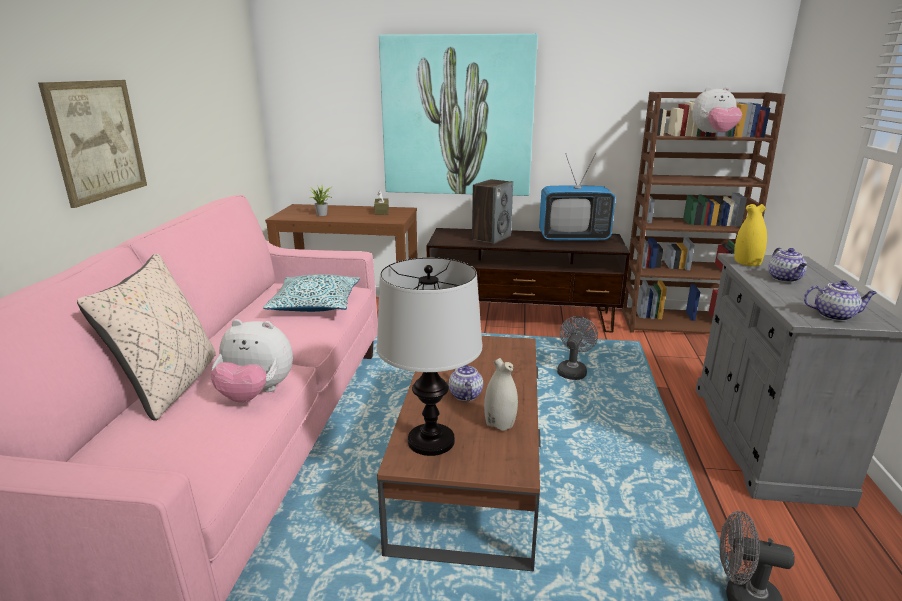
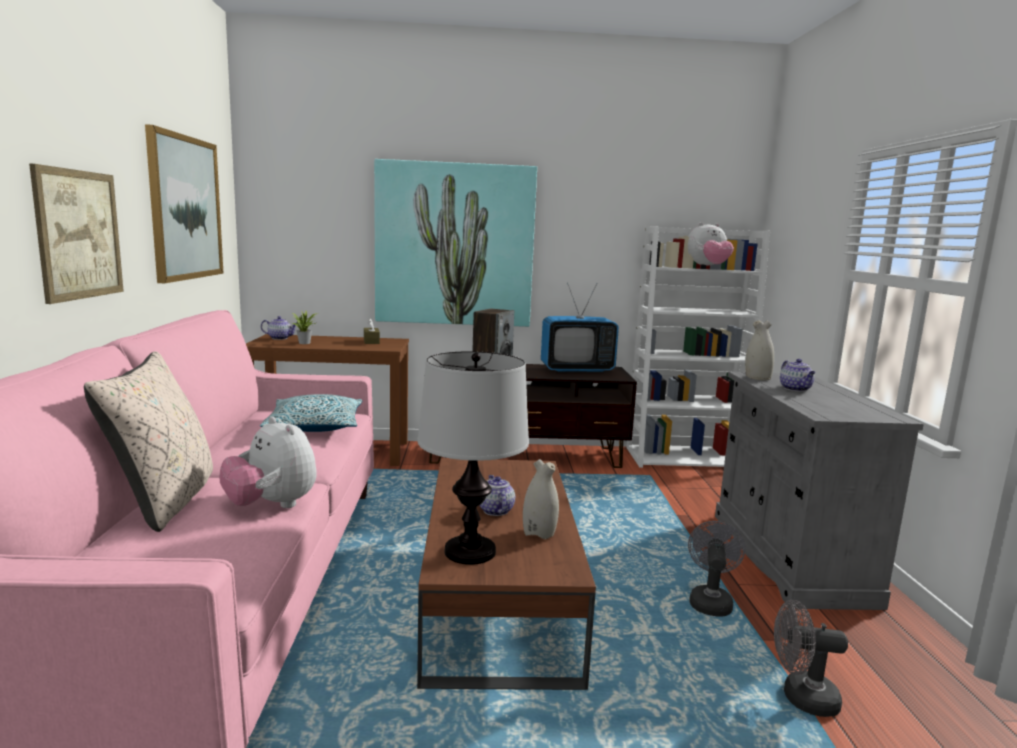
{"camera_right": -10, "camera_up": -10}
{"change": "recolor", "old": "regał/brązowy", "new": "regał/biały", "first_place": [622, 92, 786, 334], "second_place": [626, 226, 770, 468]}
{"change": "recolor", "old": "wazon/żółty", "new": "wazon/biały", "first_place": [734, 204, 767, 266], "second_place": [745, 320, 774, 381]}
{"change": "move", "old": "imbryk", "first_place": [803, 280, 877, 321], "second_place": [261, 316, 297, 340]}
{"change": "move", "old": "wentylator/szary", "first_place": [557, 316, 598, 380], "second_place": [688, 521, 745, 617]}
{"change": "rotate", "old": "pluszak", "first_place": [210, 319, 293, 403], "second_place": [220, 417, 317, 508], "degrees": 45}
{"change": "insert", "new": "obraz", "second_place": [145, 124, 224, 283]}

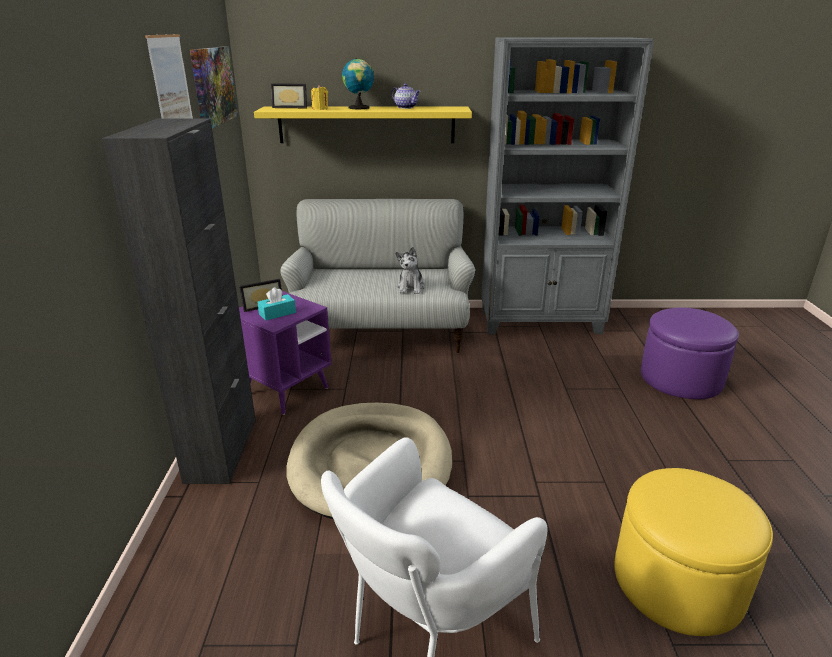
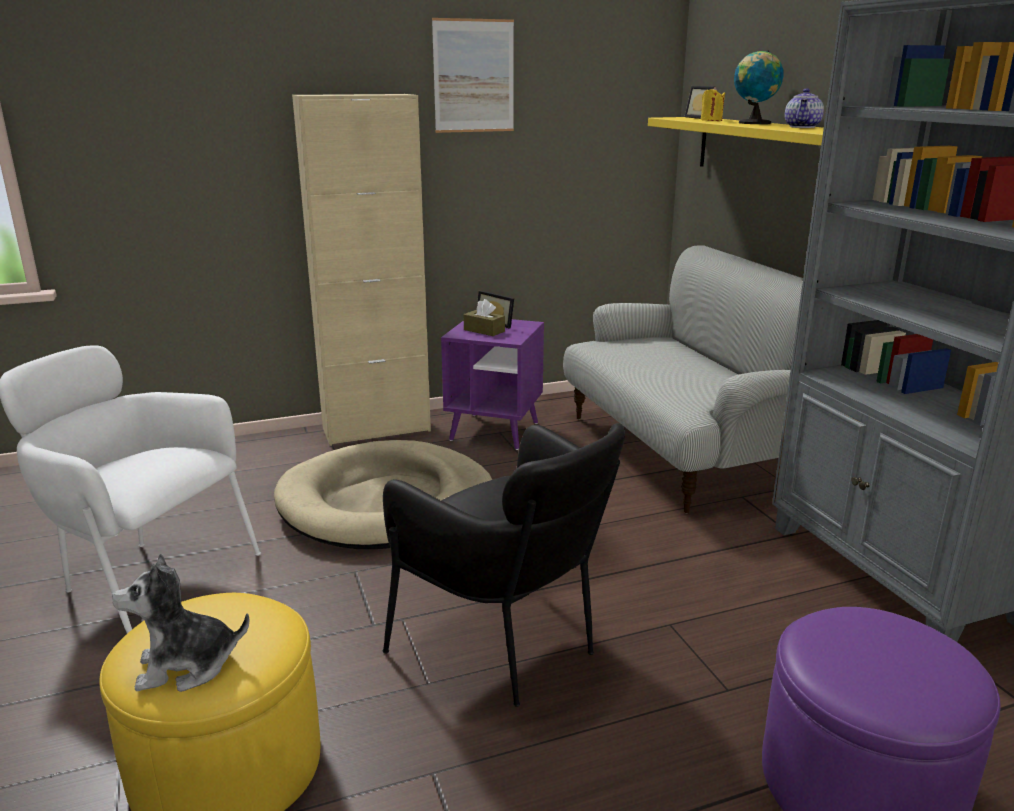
{"camera_right": 70, "camera_up": -5}
{"change": "delete", "old": "obraz", "first_place": [190, 46, 238, 128]}
{"change": "recolor", "old": "szafka/czarny", "new": "szafka/beżowy", "first_place": [102, 119, 256, 484], "second_place": [292, 94, 431, 446]}
{"change": "move", "old": "pluszak", "first_place": [395, 247, 425, 294], "second_place": [112, 554, 249, 692]}
{"change": "recolor", "old": "pudełko chusteczek/turkusowy", "new": "pudełko chusteczek/brązowy", "first_place": [257, 287, 296, 321], "second_place": [463, 299, 505, 336]}
{"change": "insert", "new": "fotel/czarny", "second_place": [383, 423, 625, 707]}

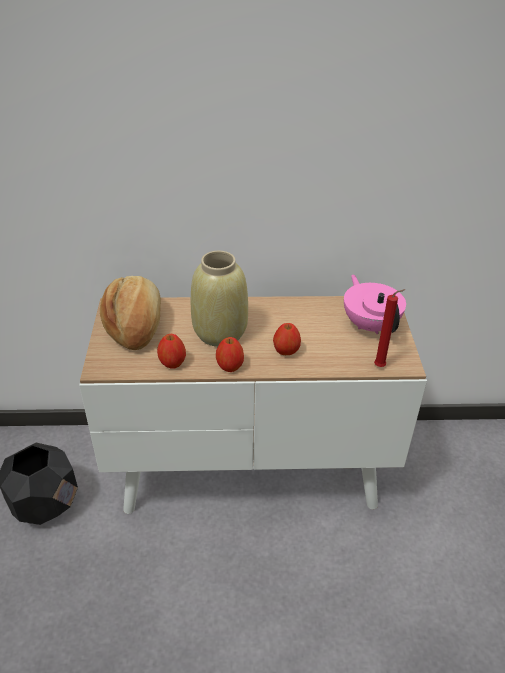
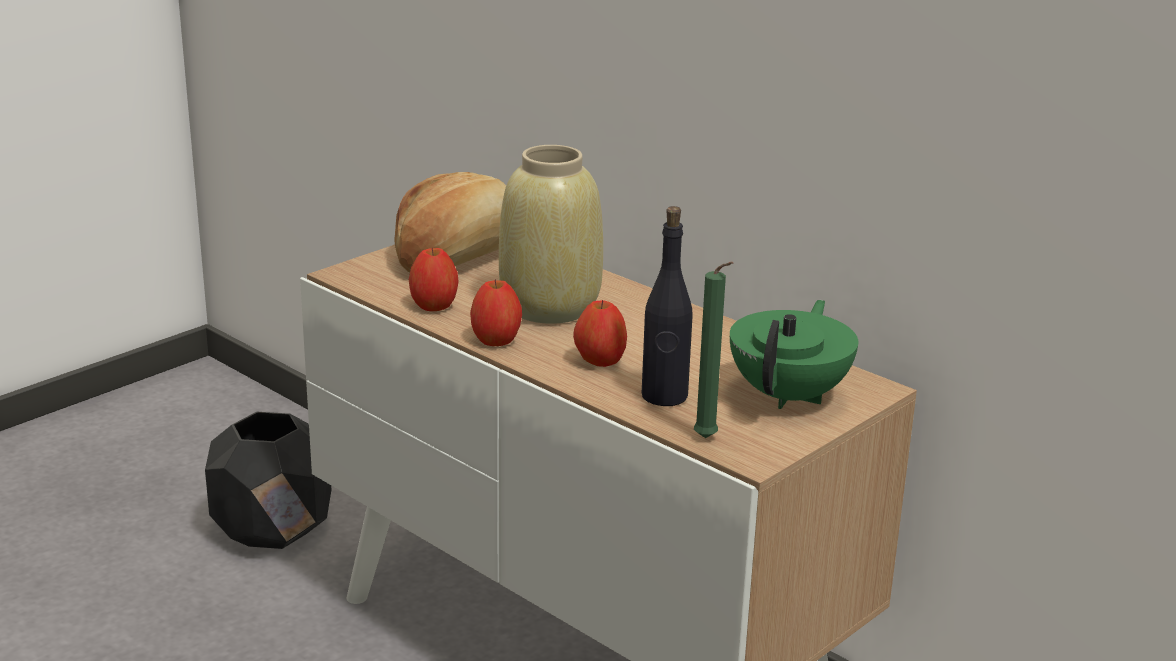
{"camera_right": 45, "camera_up": -15}
{"change": "recolor", "old": "imbryk/różowy", "new": "imbryk/zielony", "first_place": [344, 274, 406, 334], "second_place": [730, 300, 858, 409]}
{"change": "recolor", "old": "świeca/czerwony", "new": "świeca/zielony", "first_place": [374, 289, 406, 367], "second_place": [694, 262, 733, 438]}
{"change": "insert", "new": "butelka/czarny", "second_place": [642, 206, 693, 406]}

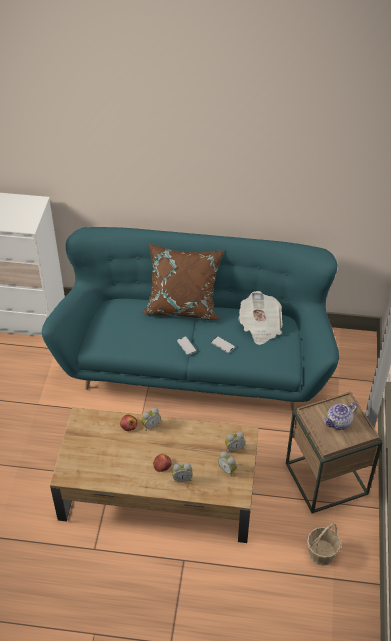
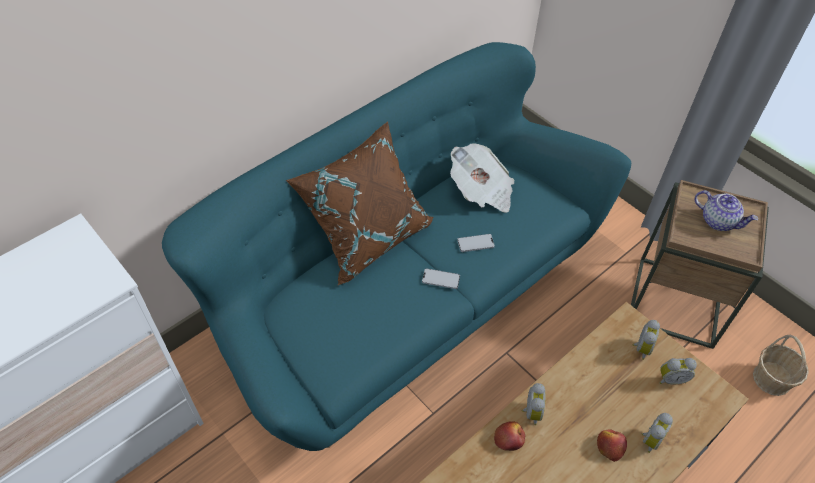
{"camera_right": -50, "camera_up": 5}
{"change": "rotate", "old": "imbryk", "first_place": [324, 402, 358, 430], "second_place": [695, 190, 758, 231], "degrees": -60}

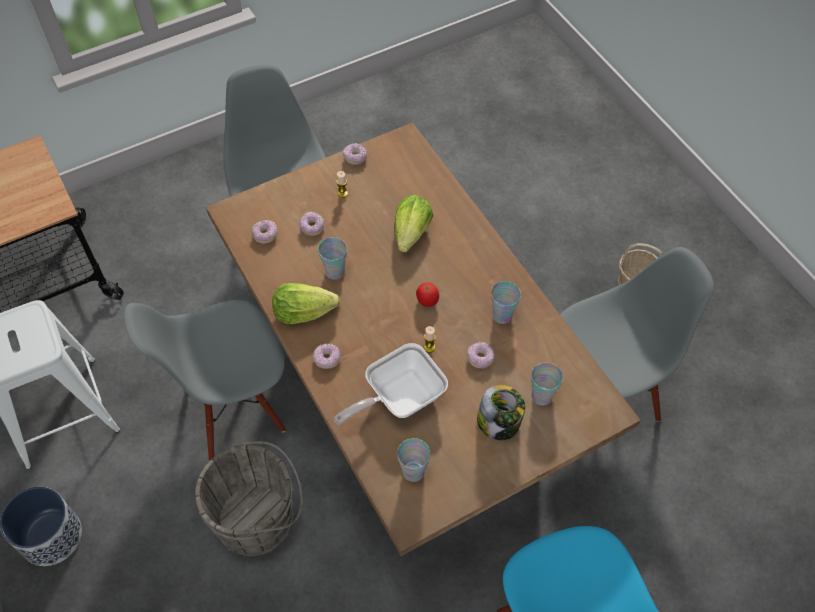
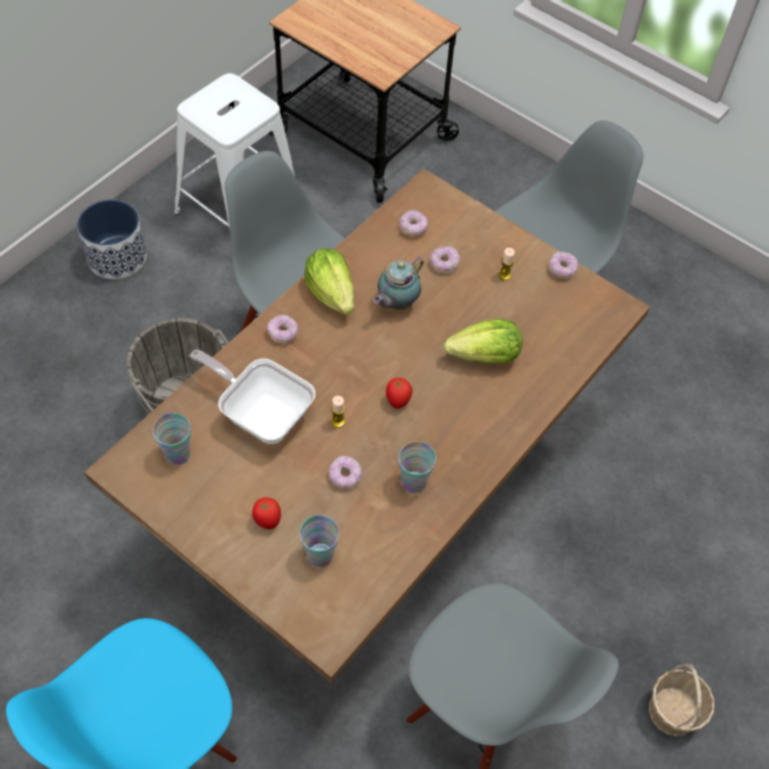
{"camera_right": 65, "camera_up": 0}
{"change": "replace", "old": "filiżanka", "new": "imbryk", "first_place": [318, 237, 347, 280], "second_place": [373, 256, 423, 310]}
{"change": "replace", "old": "słoik", "new": "pomidor", "first_place": [477, 385, 525, 440], "second_place": [252, 497, 281, 529]}

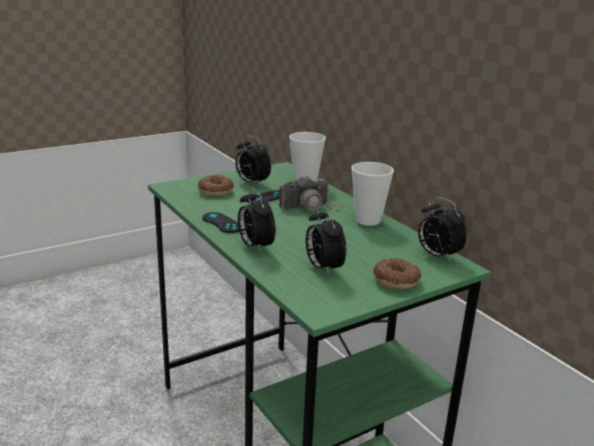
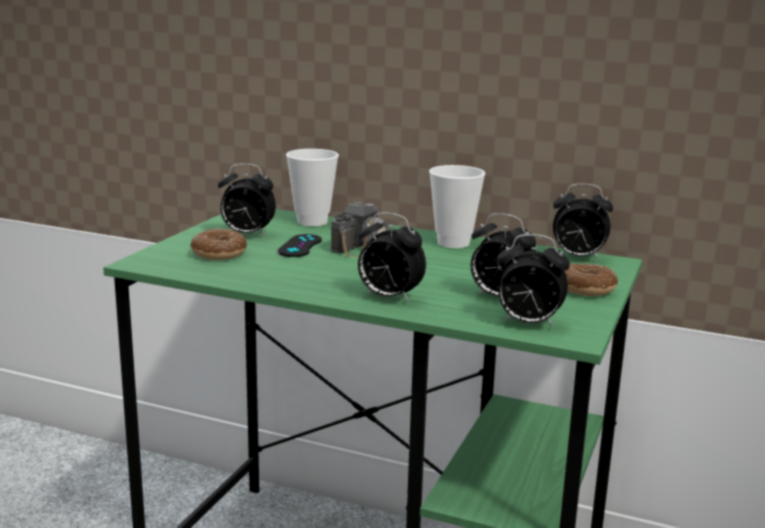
{"camera_right": -35, "camera_up": -5}
{"change": "delete", "old": "pad do gier/czarny", "first_place": [202, 212, 239, 233]}
{"change": "insert", "new": "budzik", "second_place": [497, 234, 570, 328]}

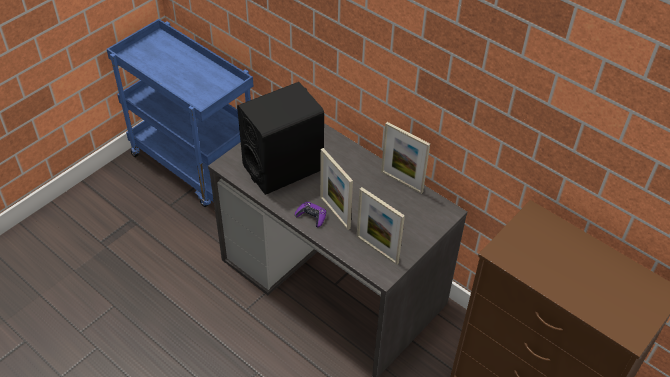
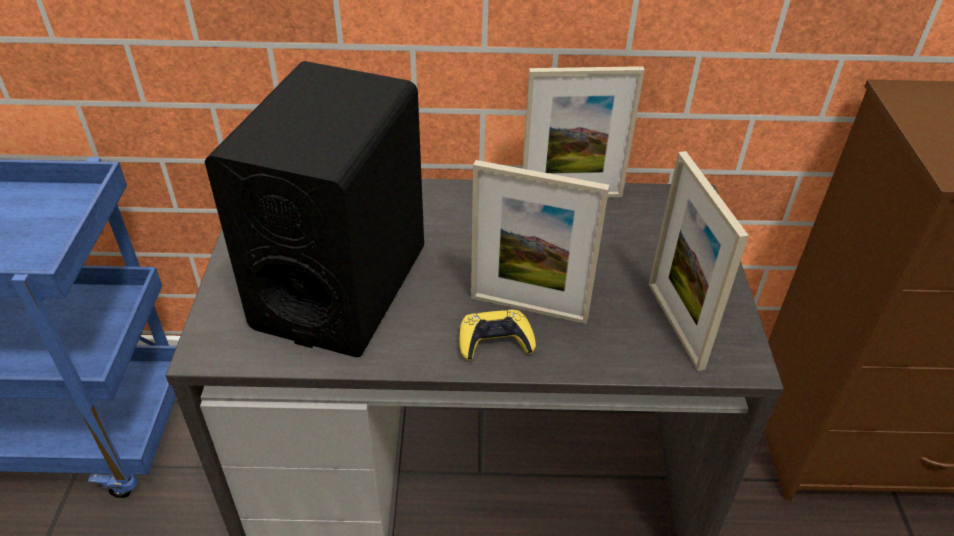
{"camera_right": -40, "camera_up": -5}
{"change": "rotate", "old": "ramka na zdjęcie", "first_place": [357, 187, 405, 265], "second_place": [649, 151, 749, 371], "degrees": 75}
{"change": "recolor", "old": "pad do gier/fioletowy", "new": "pad do gier/żółty", "first_place": [295, 202, 326, 227], "second_place": [459, 310, 536, 361]}

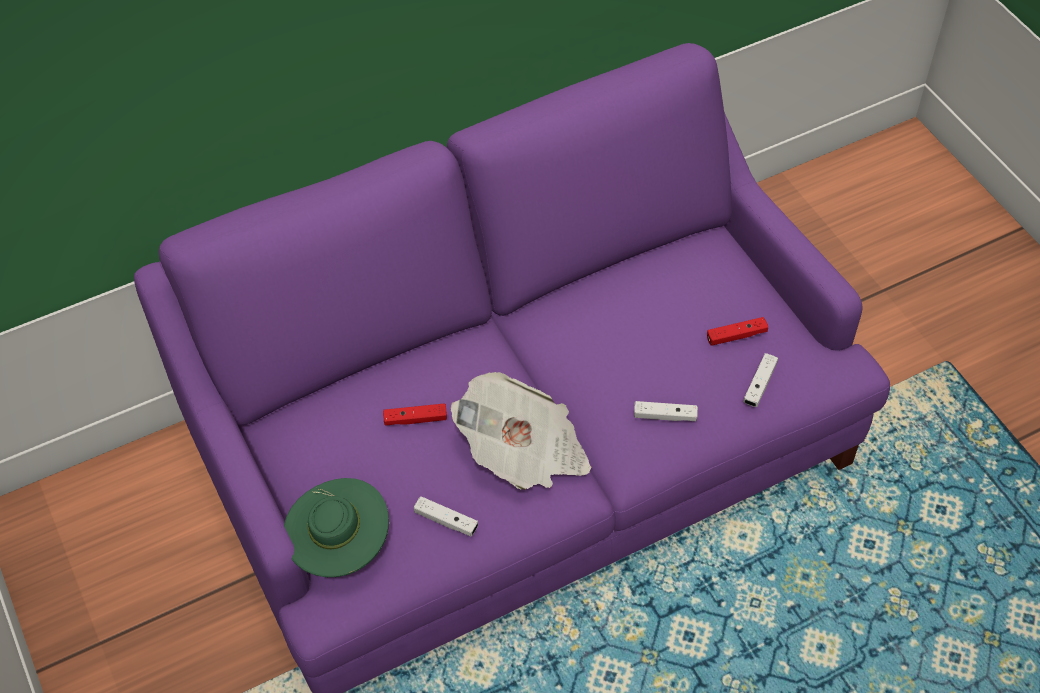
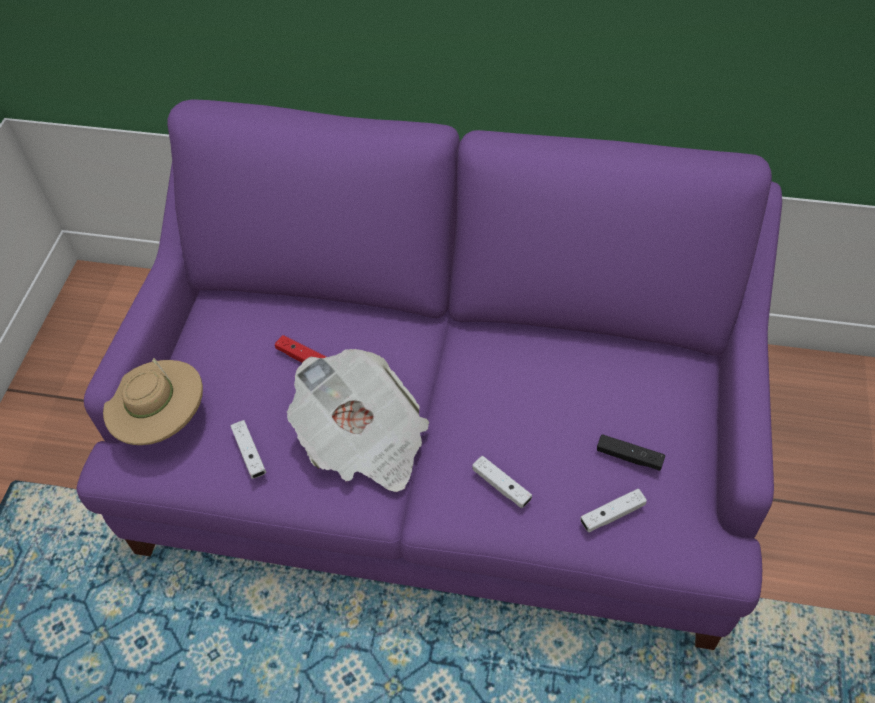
{"camera_right": 40, "camera_up": 0}
{"change": "recolor", "old": "pad do gier/czerwony", "new": "pad do gier/czarny", "first_place": [707, 317, 768, 346], "second_place": [597, 434, 665, 471]}
{"change": "recolor", "old": "kapelusz/zielony", "new": "kapelusz/beżowy", "first_place": [284, 478, 389, 577], "second_place": [103, 358, 203, 445]}

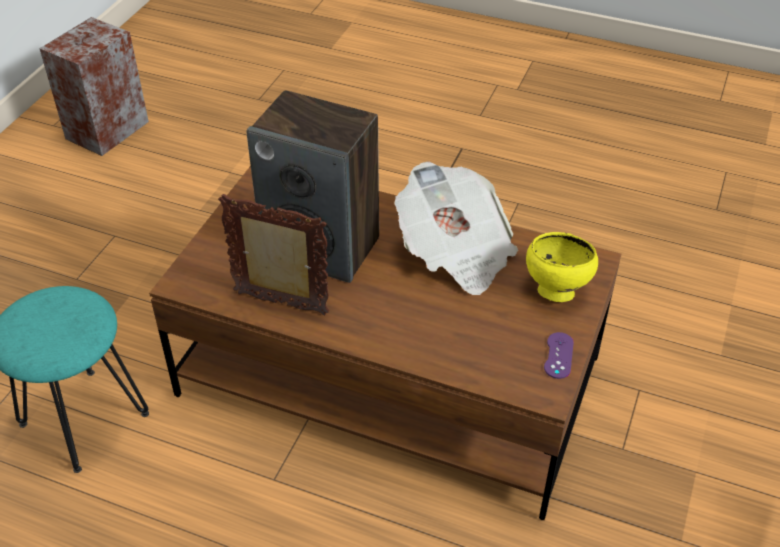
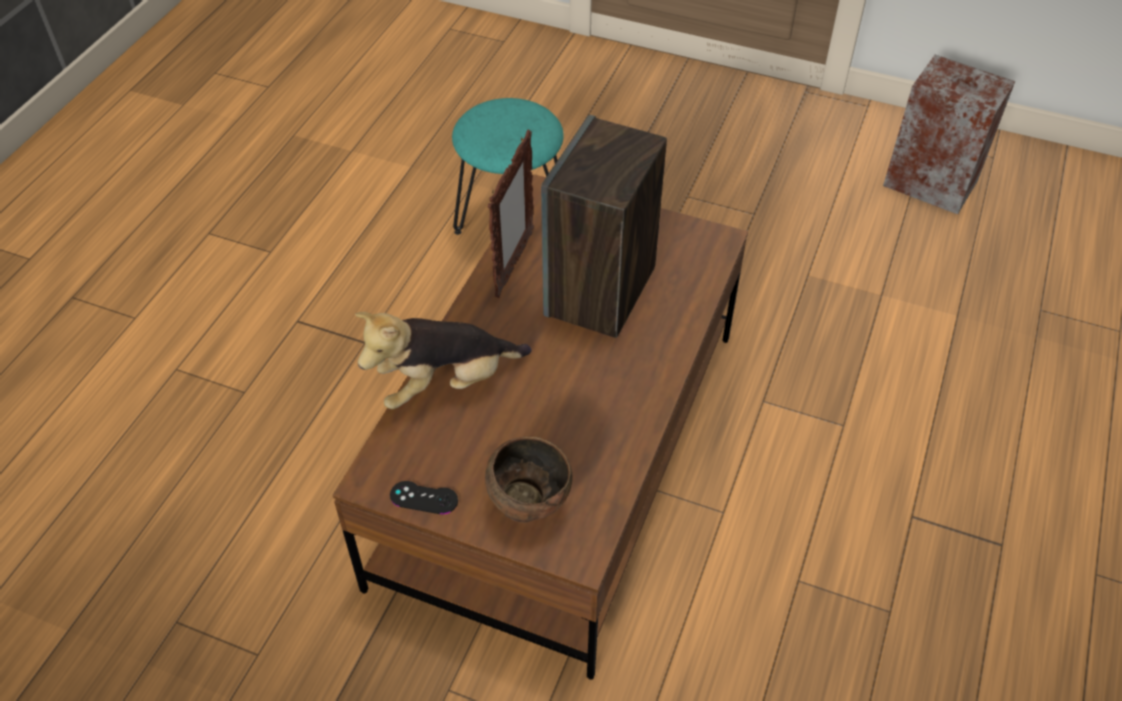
{"camera_right": 90, "camera_up": 5}
{"change": "delete", "old": "gazeta", "first_place": [394, 162, 518, 295]}
{"change": "recolor", "old": "miska/żółty", "new": "miska/brązowy", "first_place": [526, 232, 598, 302], "second_place": [485, 437, 573, 523]}
{"change": "recolor", "old": "pad do gier/fioletowy", "new": "pad do gier/czarny", "first_place": [544, 332, 574, 379], "second_place": [390, 481, 458, 514]}
{"change": "insert", "new": "pluszak", "second_place": [355, 312, 532, 409]}

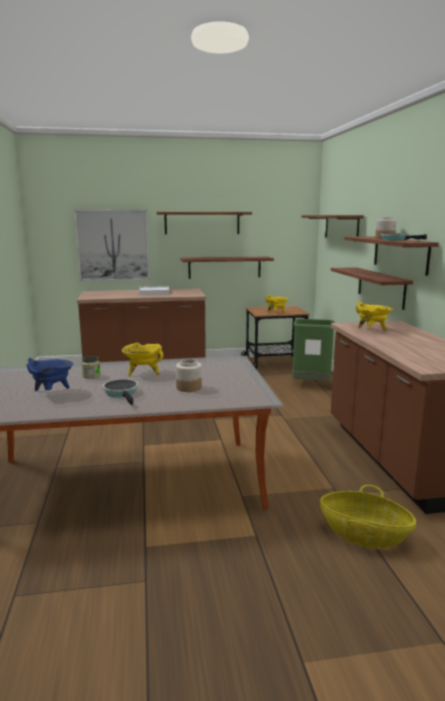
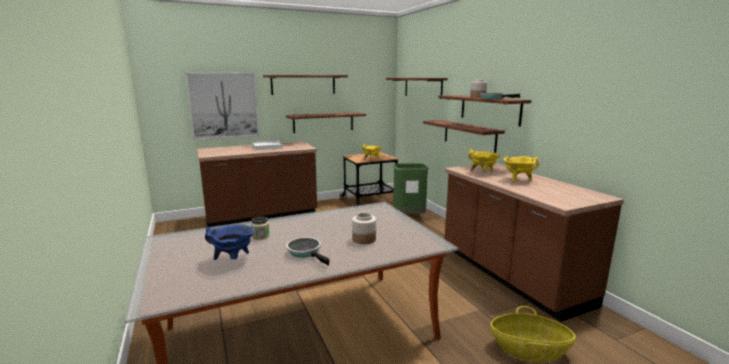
{"camera_right": -15, "camera_up": 0}
{"change": "move", "old": "garnek/żółty", "first_place": [122, 343, 163, 376], "second_place": [503, 156, 539, 182]}

